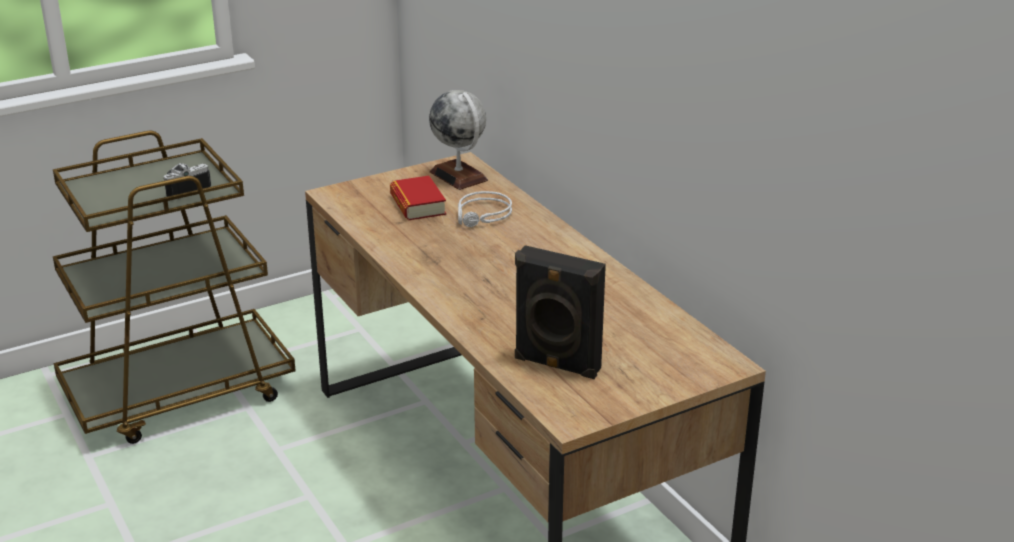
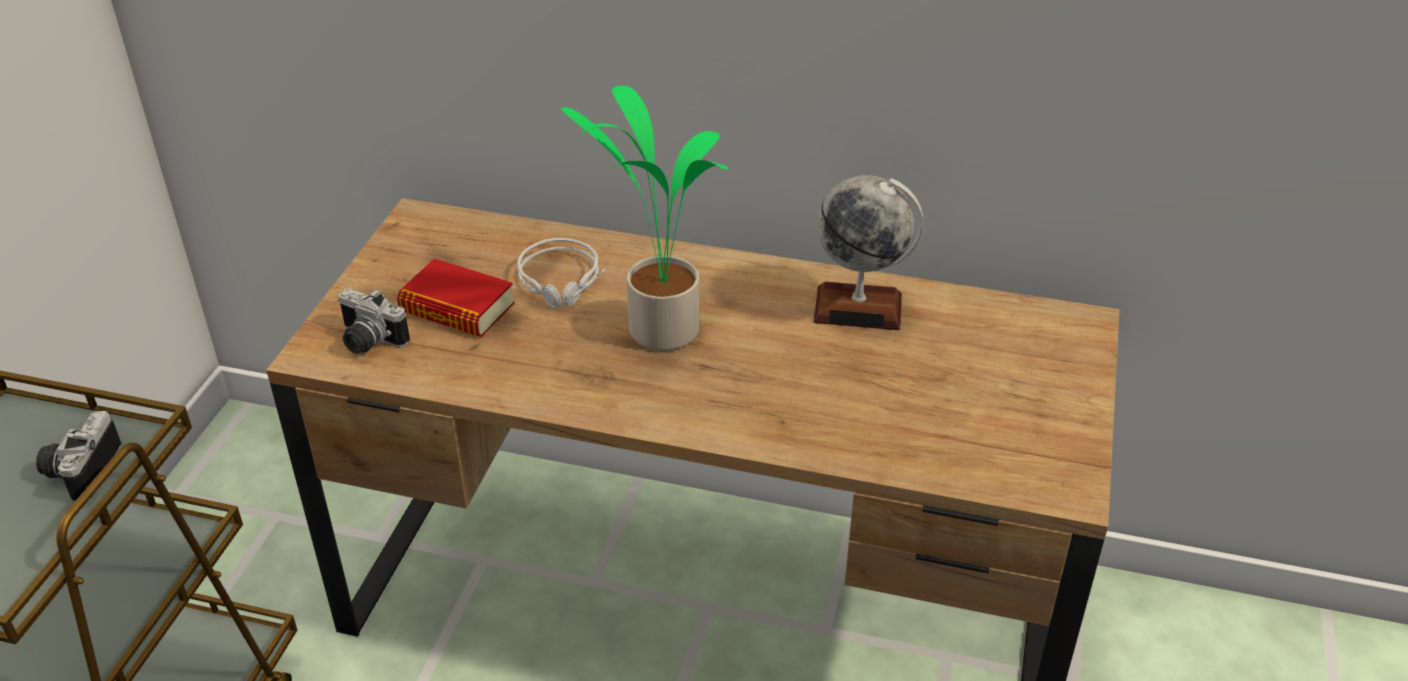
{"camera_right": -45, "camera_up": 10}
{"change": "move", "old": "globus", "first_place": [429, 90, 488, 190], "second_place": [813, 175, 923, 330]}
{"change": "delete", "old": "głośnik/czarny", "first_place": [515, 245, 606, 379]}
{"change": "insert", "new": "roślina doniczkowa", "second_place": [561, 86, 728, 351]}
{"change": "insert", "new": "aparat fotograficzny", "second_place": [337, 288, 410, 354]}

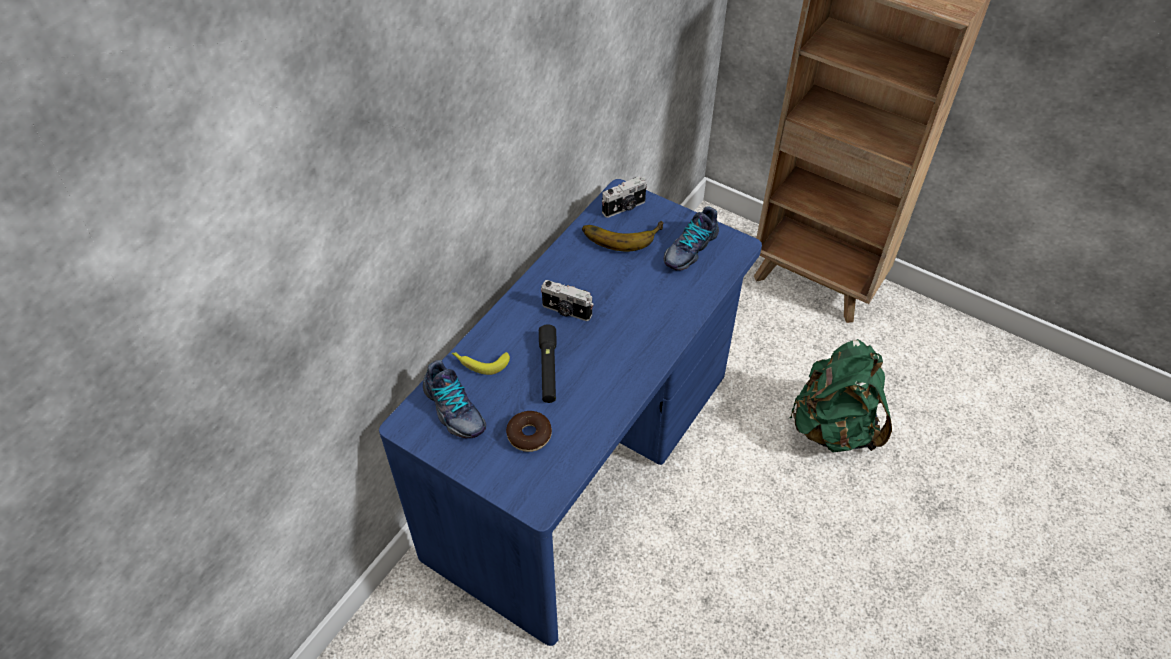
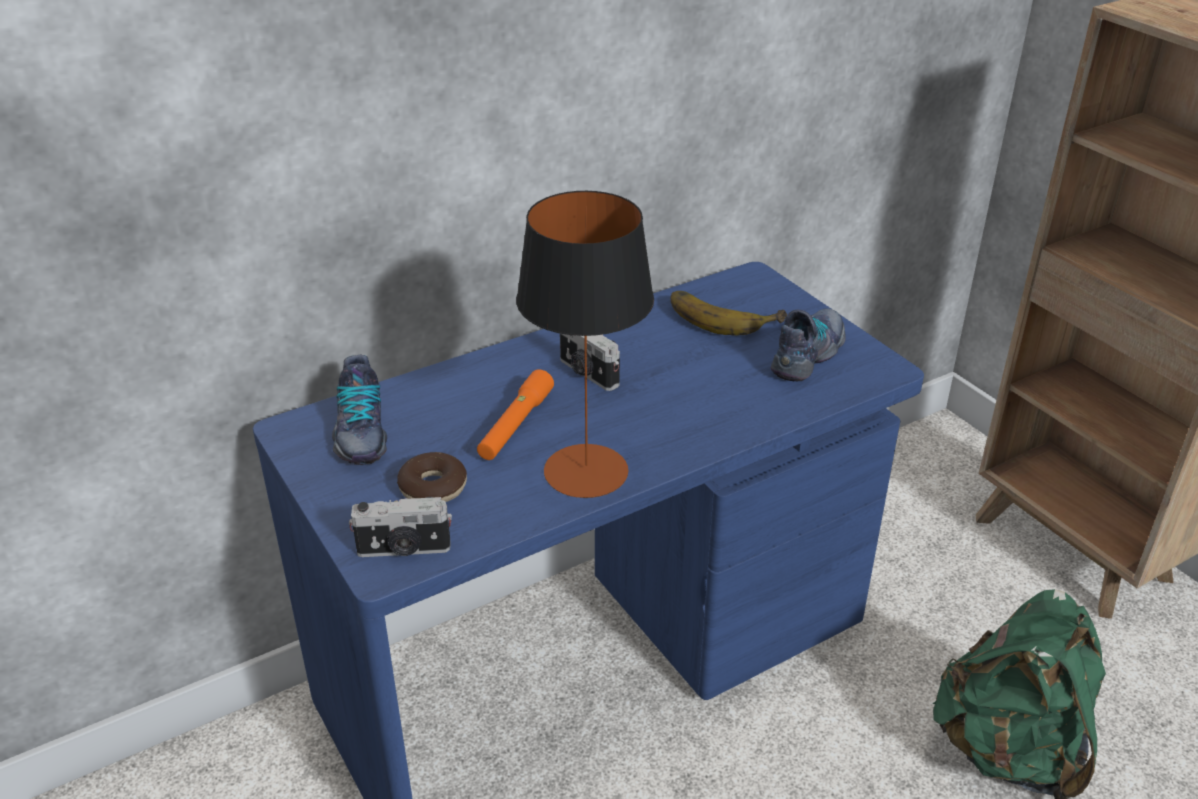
{"camera_right": 25, "camera_up": -15}
{"change": "move", "old": "aparat fotograficzny", "first_place": [602, 176, 647, 218], "second_place": [349, 497, 452, 557]}
{"change": "rotate", "old": "but", "first_place": [664, 206, 719, 270], "second_place": [771, 308, 846, 382], "degrees": 150}
{"change": "recolor", "old": "latarka/czarny", "new": "latarka/pomarańczowy", "first_place": [539, 325, 557, 403], "second_place": [477, 369, 554, 460]}
{"change": "delete", "old": "banan", "first_place": [452, 352, 510, 375]}
{"change": "insert", "new": "lampa stołowa", "second_place": [516, 191, 654, 498]}

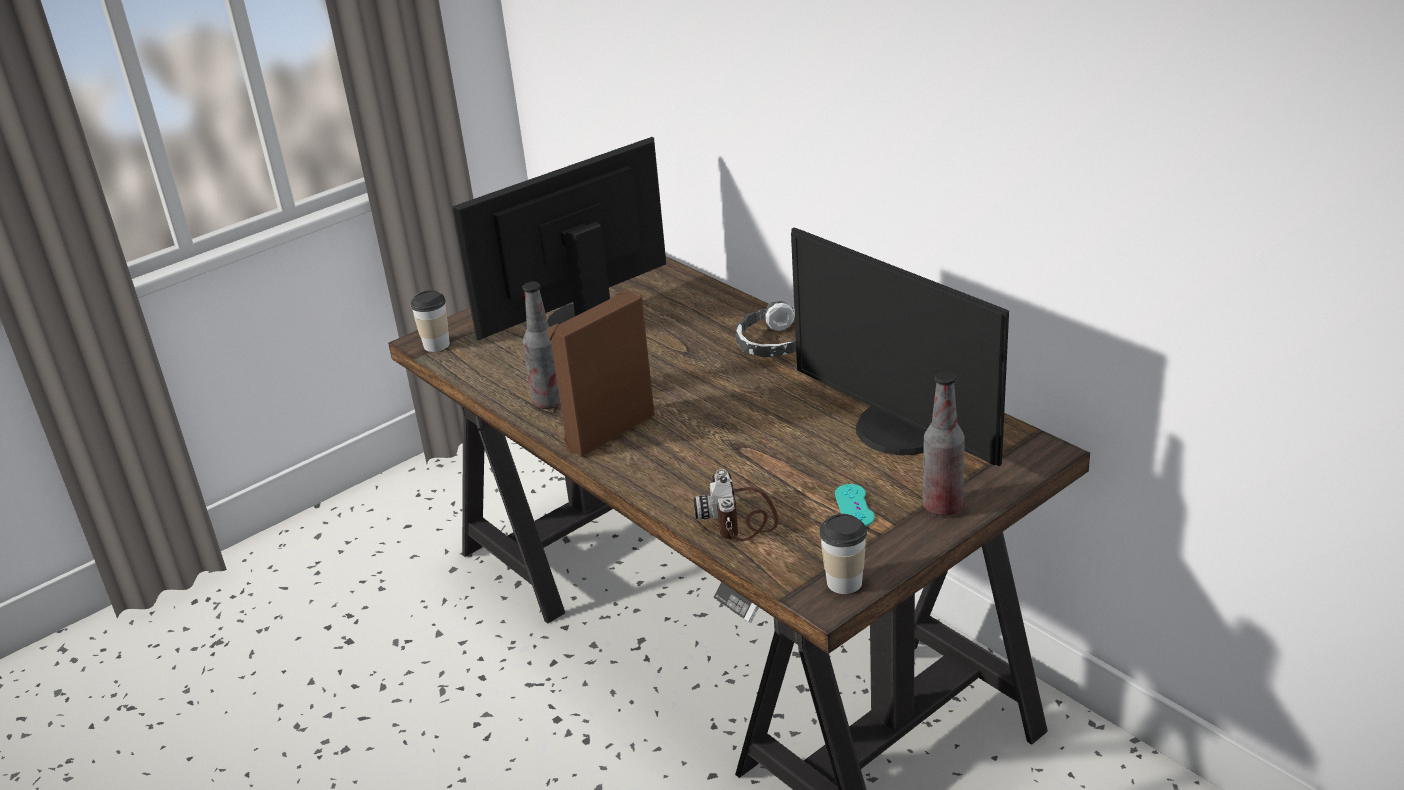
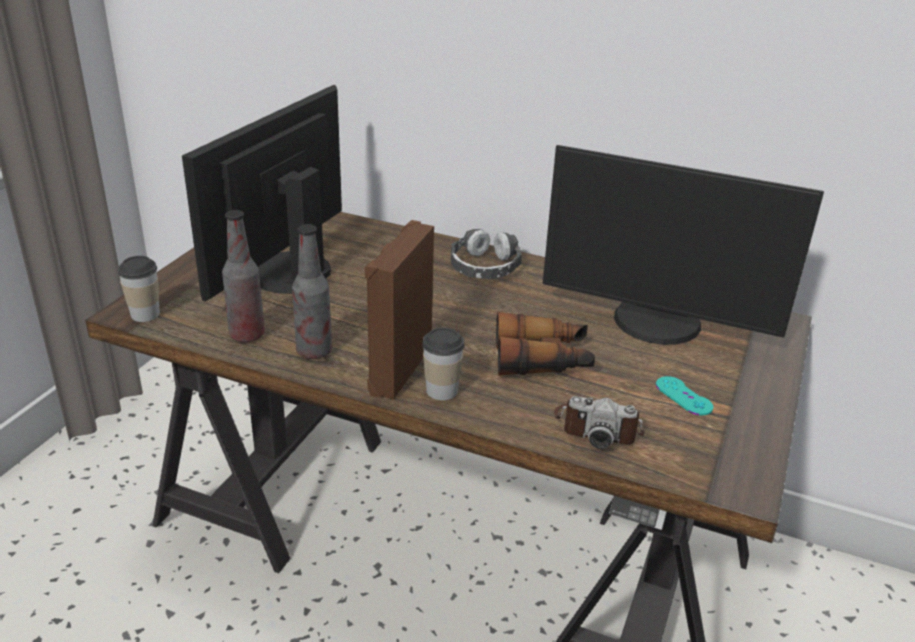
{"camera_right": -30, "camera_up": 0}
{"change": "move", "old": "butelka", "first_place": [923, 372, 965, 516], "second_place": [222, 210, 265, 342]}
{"change": "rotate", "old": "aparat fotograficzny", "first_place": [693, 469, 778, 541], "second_place": [554, 396, 645, 449], "degrees": -45}
{"change": "move", "old": "filiżanka", "first_place": [820, 514, 867, 594], "second_place": [422, 328, 465, 400]}
{"change": "insert", "new": "lornetka", "second_place": [496, 312, 595, 376]}

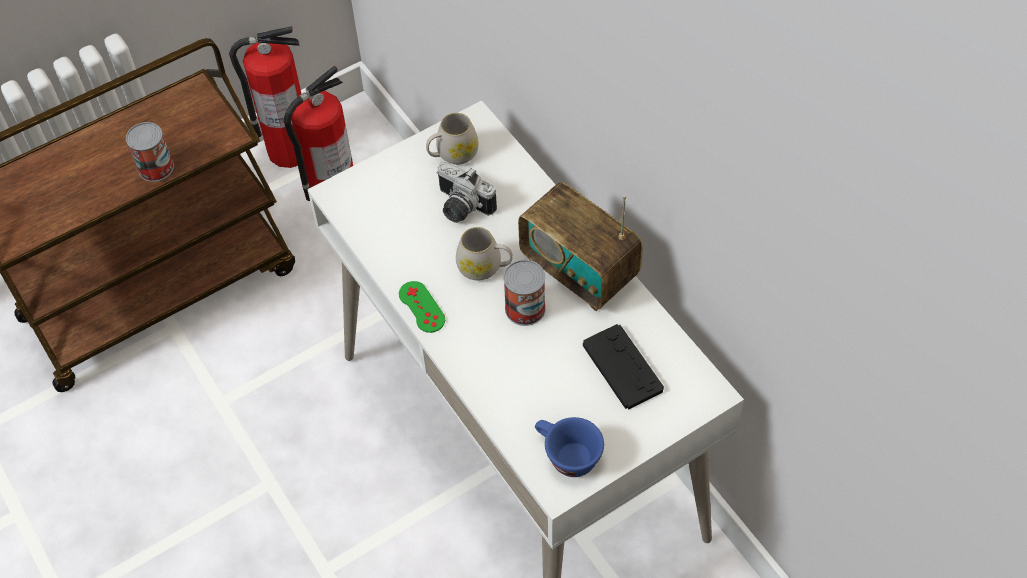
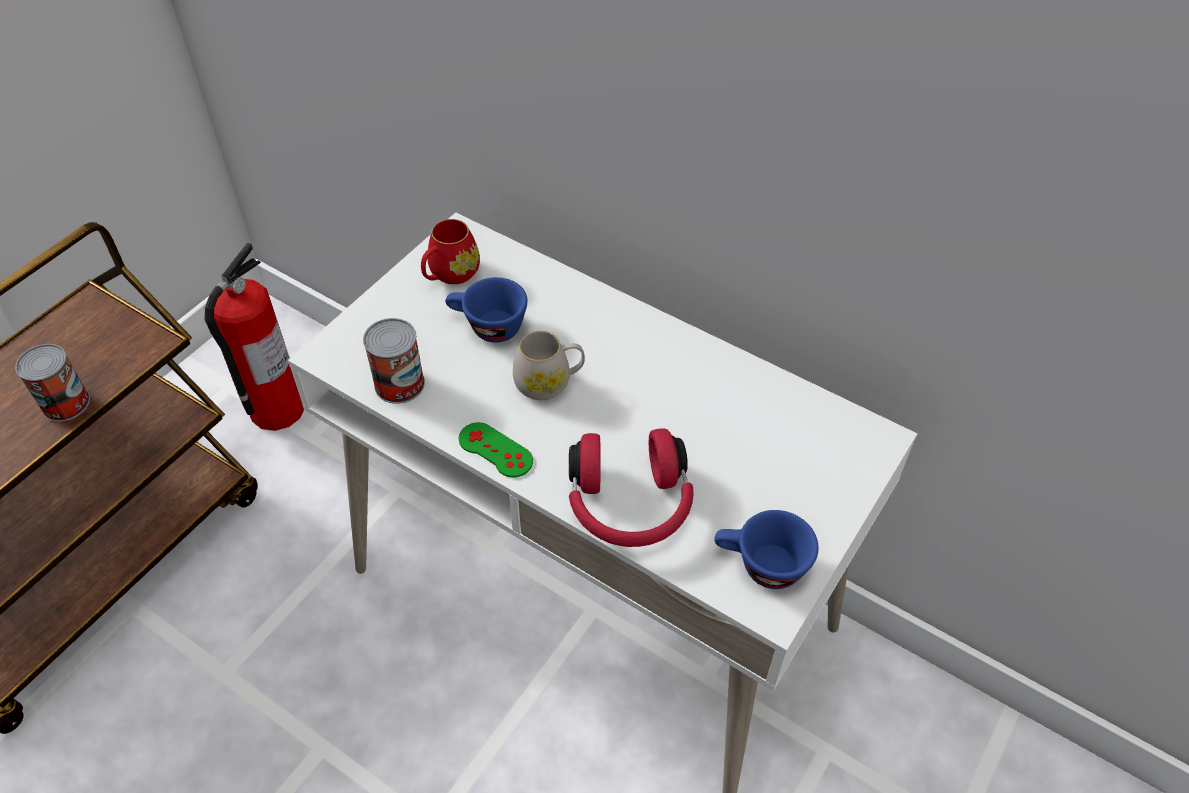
{"camera_right": -25, "camera_up": -5}
{"change": "delete", "old": "gaśnica", "first_place": [229, 26, 301, 168]}
{"change": "recolor", "old": "kubek/biały", "new": "kubek/czerwony", "first_place": [426, 113, 479, 165], "second_place": [421, 219, 480, 284]}
{"change": "replace", "old": "aparat fotograficzny", "new": "filiżanka/niebieski", "first_place": [437, 161, 497, 223], "second_place": [445, 277, 527, 343]}
{"change": "delete", "old": "radio", "first_place": [518, 182, 643, 311]}
{"change": "move", "old": "puszka", "first_place": [503, 260, 546, 326], "second_place": [363, 318, 425, 404]}
{"change": "delete", "old": "pad do gier/czarny", "first_place": [583, 324, 664, 410]}
{"change": "insert", "new": "słuchawki/czerwony", "second_place": [569, 428, 694, 547]}

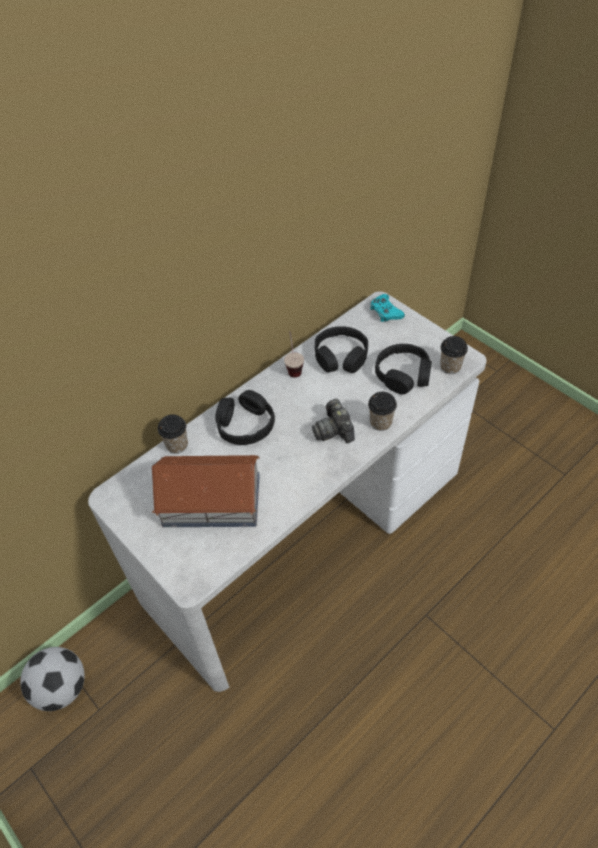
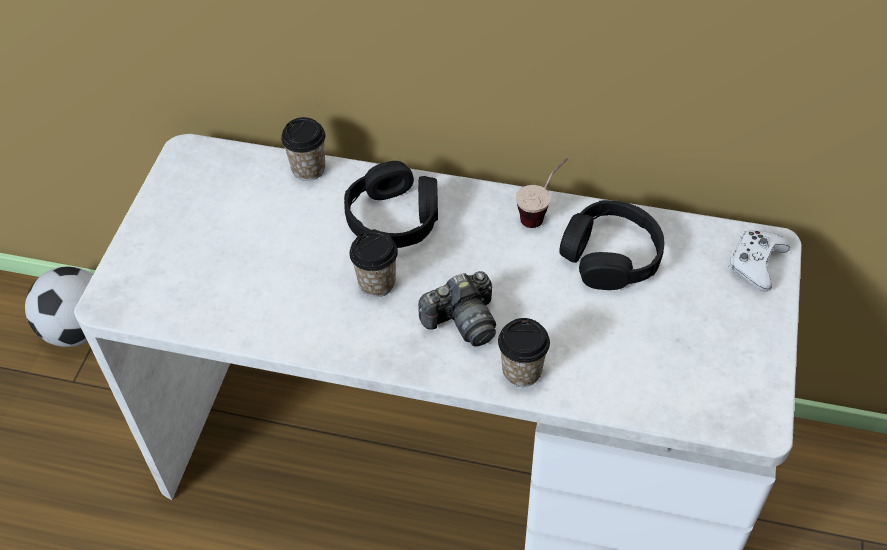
{"camera_right": 55, "camera_up": 0}
{"change": "recolor", "old": "pad do gier/turkusowy", "new": "pad do gier/biały", "first_place": [370, 294, 405, 322], "second_place": [728, 230, 790, 292]}
{"change": "move", "old": "filiżanka", "first_place": [440, 336, 468, 374], "second_place": [349, 230, 398, 297]}
{"change": "delete", "old": "słuchawki/czarny", "first_place": [375, 344, 432, 394]}
{"change": "rotate", "old": "aparat fotograficzny", "first_place": [312, 399, 355, 443], "second_place": [418, 271, 496, 346], "degrees": -150}
{"change": "delete", "old": "domek", "first_place": [152, 455, 260, 527]}

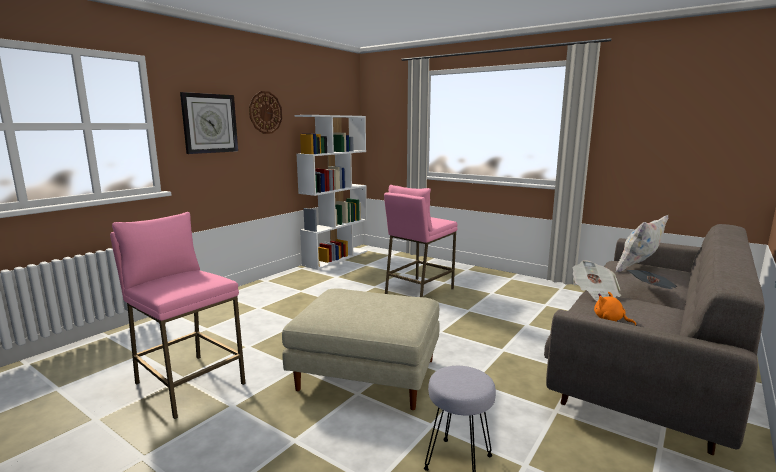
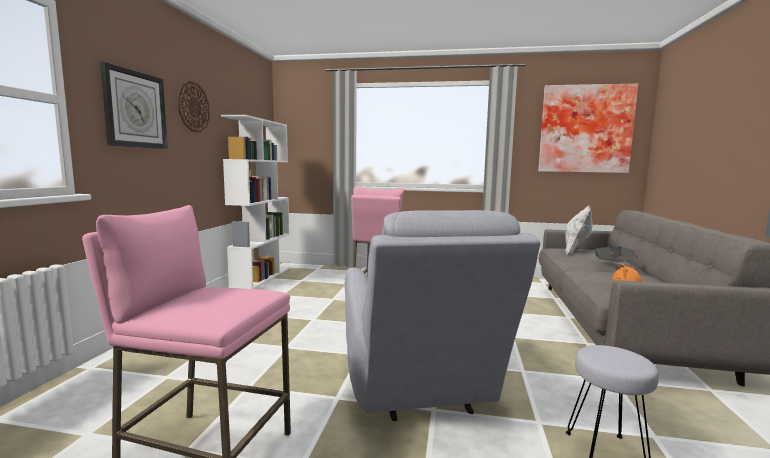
{"camera_right": -25, "camera_up": -5}
{"change": "delete", "old": "gazeta", "first_place": [573, 260, 621, 301]}
{"change": "replace", "old": "pufa/beżowy", "new": "fotel/szary", "first_place": [282, 288, 440, 410], "second_place": [345, 210, 541, 421]}
{"change": "insert", "new": "obraz", "second_place": [538, 84, 638, 173]}

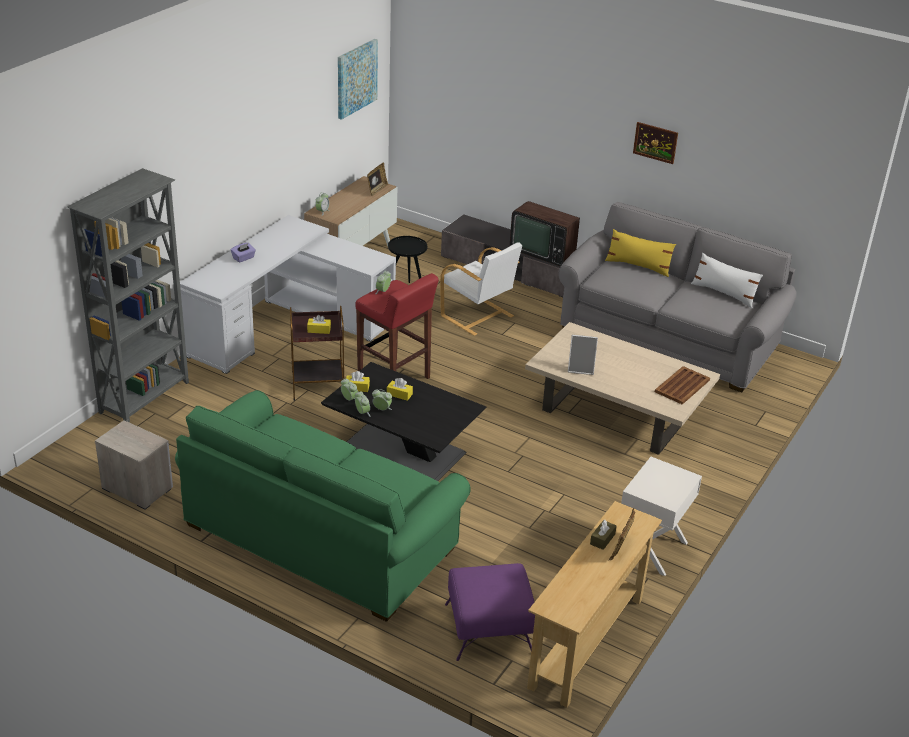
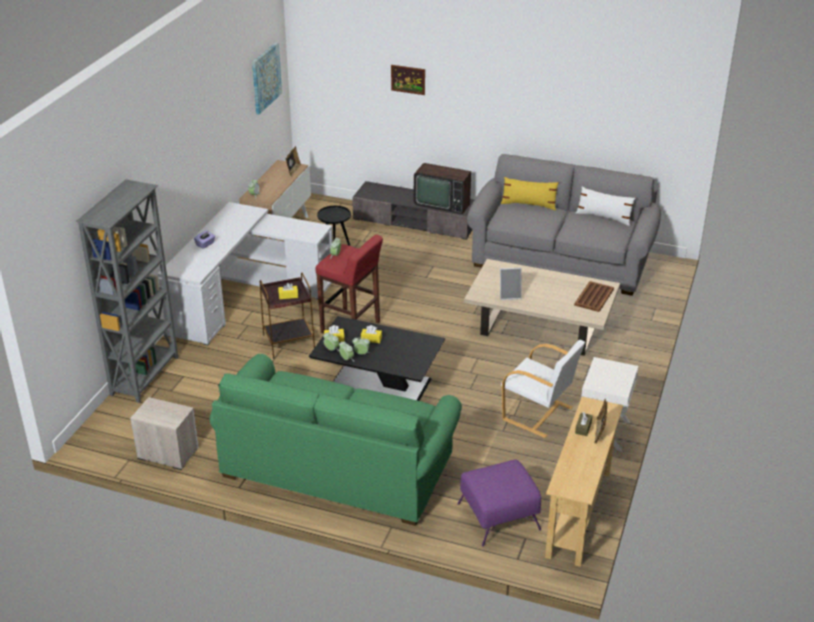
{"camera_right": -10, "camera_up": 0}
{"change": "move", "old": "obraz", "first_place": [633, 122, 678, 164], "second_place": [391, 65, 425, 95]}
{"change": "move", "old": "fotel/biały", "first_place": [440, 242, 523, 336], "second_place": [501, 340, 585, 438]}

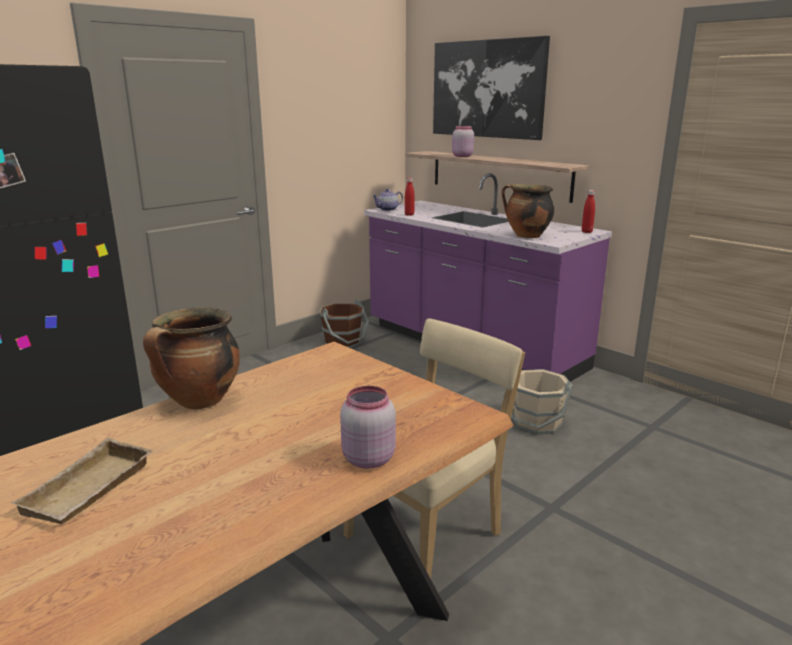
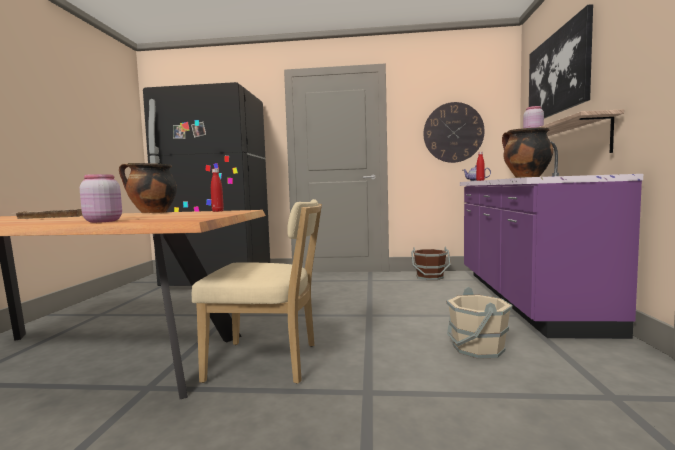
{"camera_right": 50, "camera_up": -15}
{"change": "move", "old": "butelka/czerwony", "first_place": [582, 190, 595, 233], "second_place": [211, 169, 224, 212]}
{"change": "insert", "new": "zegar ścienny", "second_place": [424, 102, 485, 163]}

